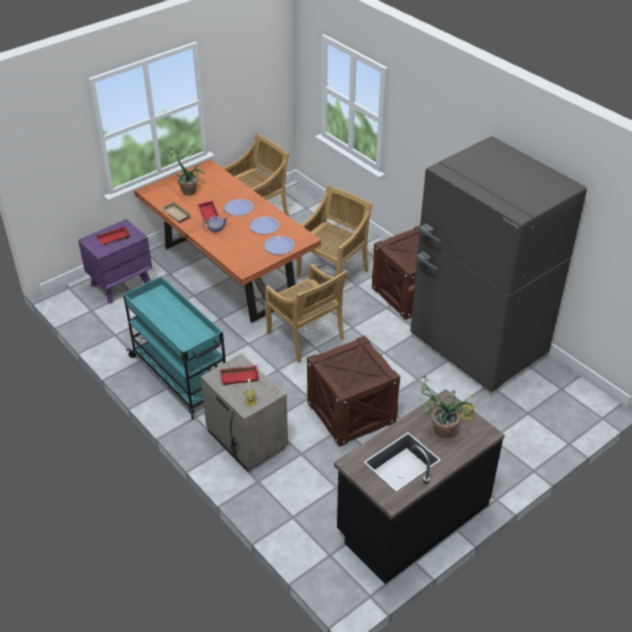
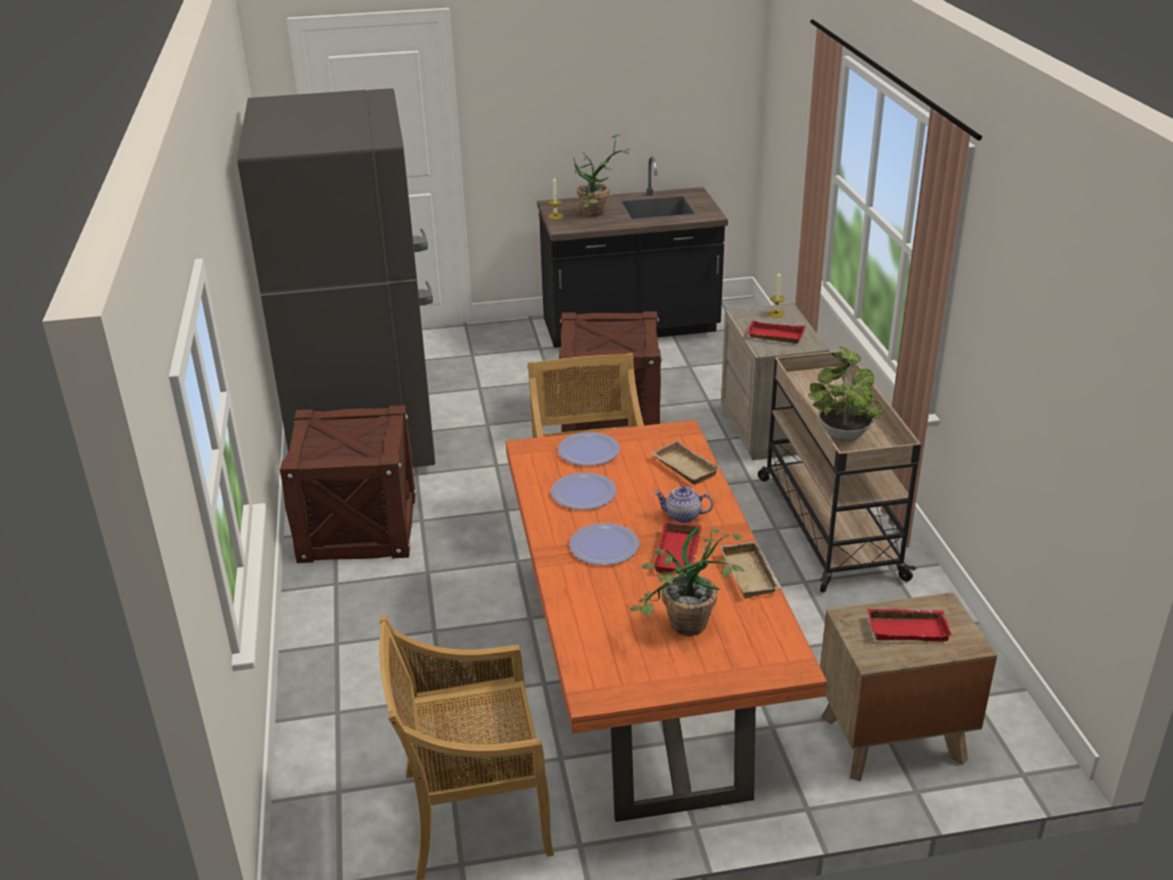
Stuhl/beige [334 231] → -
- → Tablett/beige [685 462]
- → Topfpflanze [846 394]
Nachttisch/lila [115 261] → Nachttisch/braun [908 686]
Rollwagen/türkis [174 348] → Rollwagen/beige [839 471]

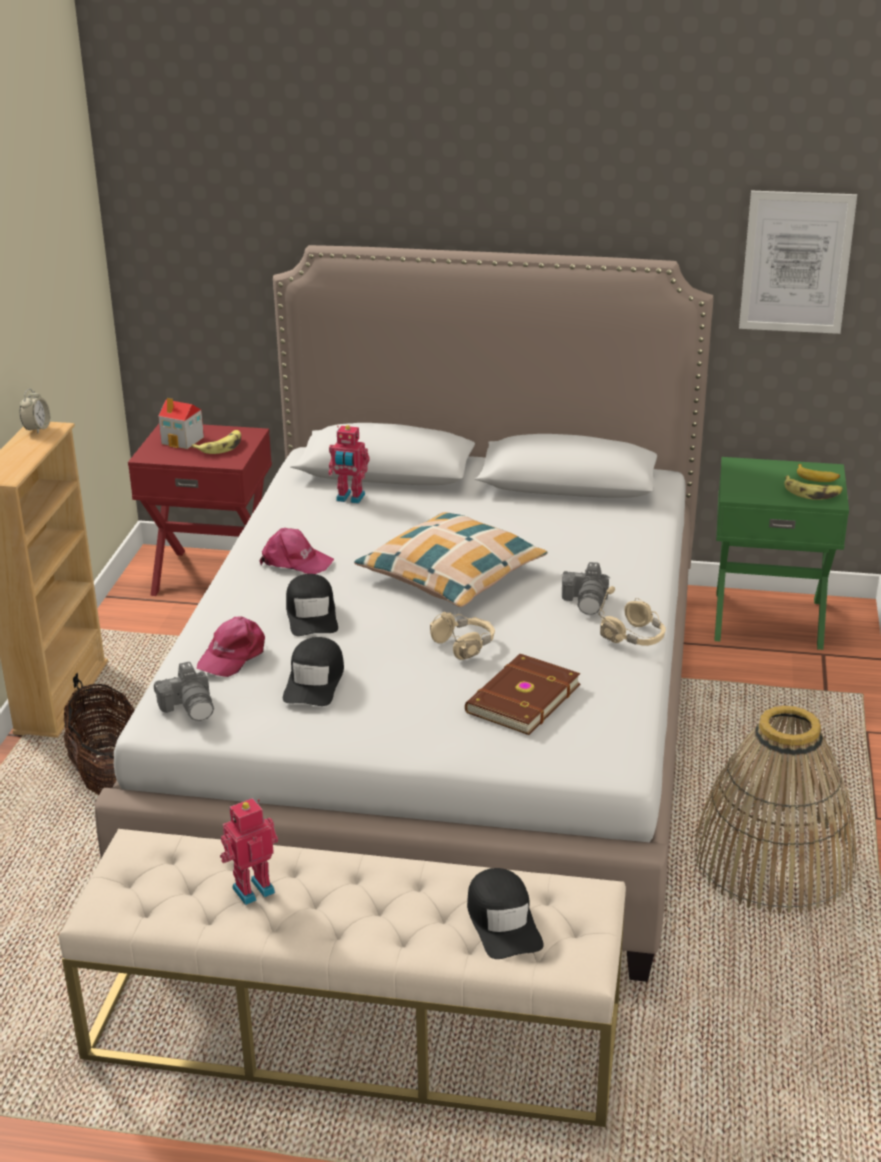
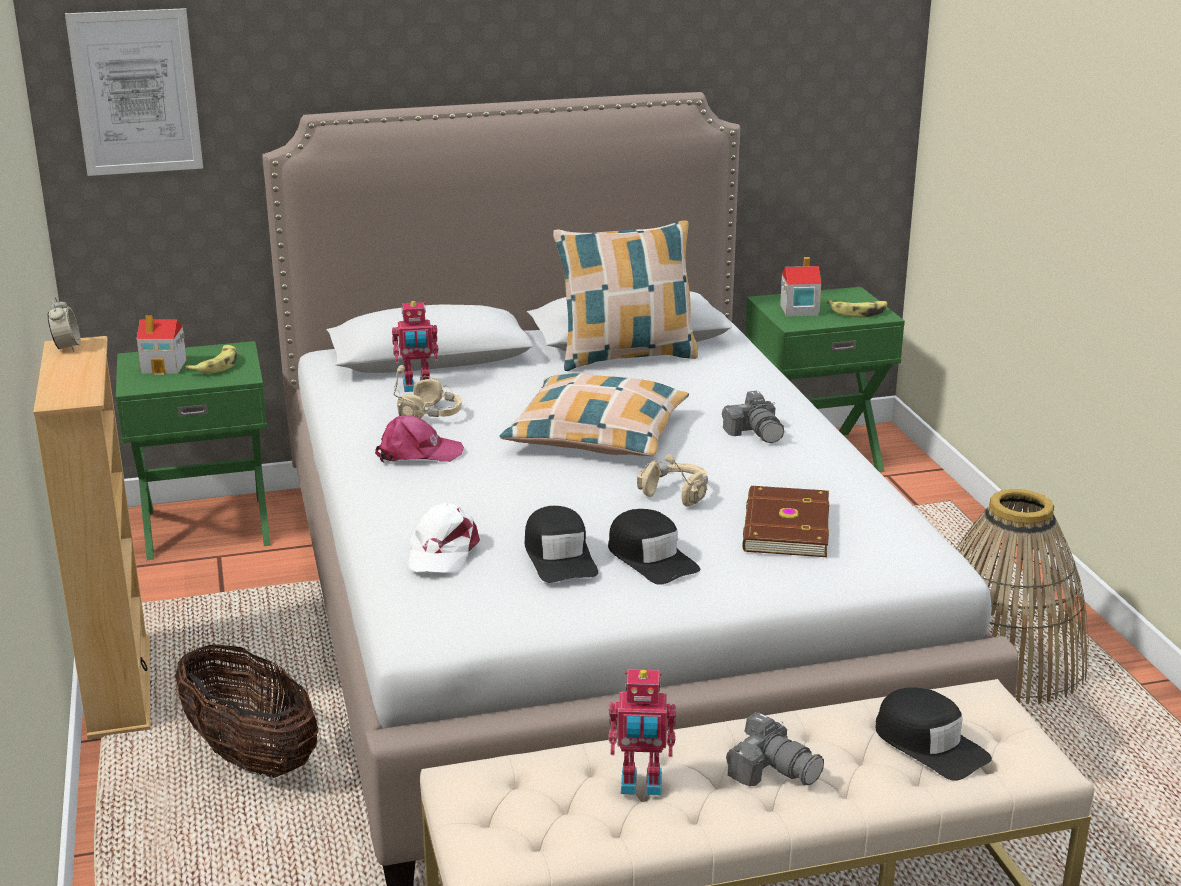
Banane [818 473] → -
- → Kissen [625 295]
- → Spielzeughaus [800 286]
Kamera [184 691] → Kamera [775 749], relocated
Kappe/schwarz [312 605] → Kappe/schwarz [654 547], relocated
Kopfhörer/beige [632 616] → Kopfhörer/beige [428 392], relocated
Bild [798 262] → Bild [134 92], relocated
Nachttisch/rot [200 510] → Nachttisch/grün [193 450]
Kappe/rosa [231 646] → Kappe/weiß [444 538]
Spielzeugroboter [249 851] → Spielzeugroboter [642 732], 120 degrees counterclockwise

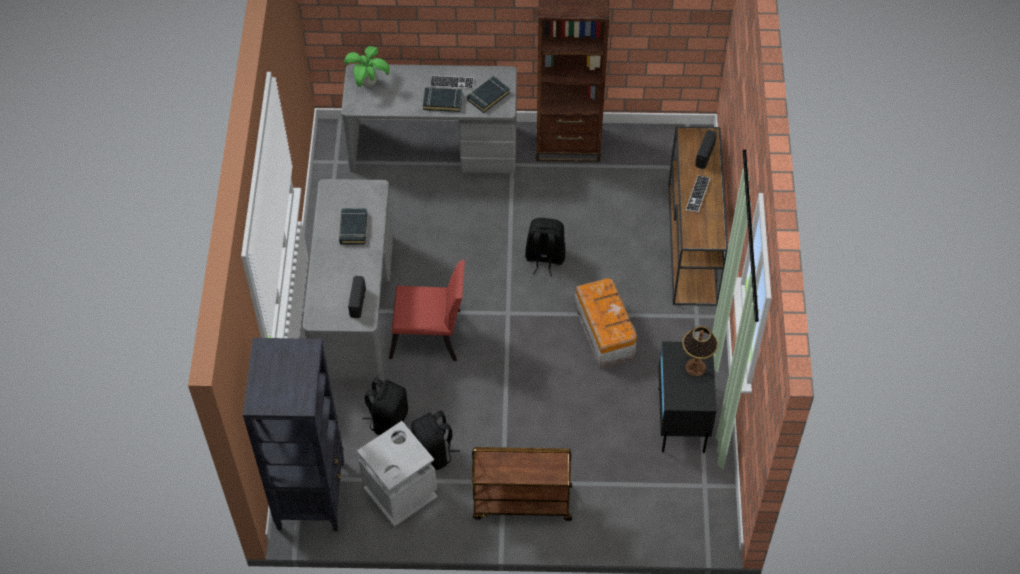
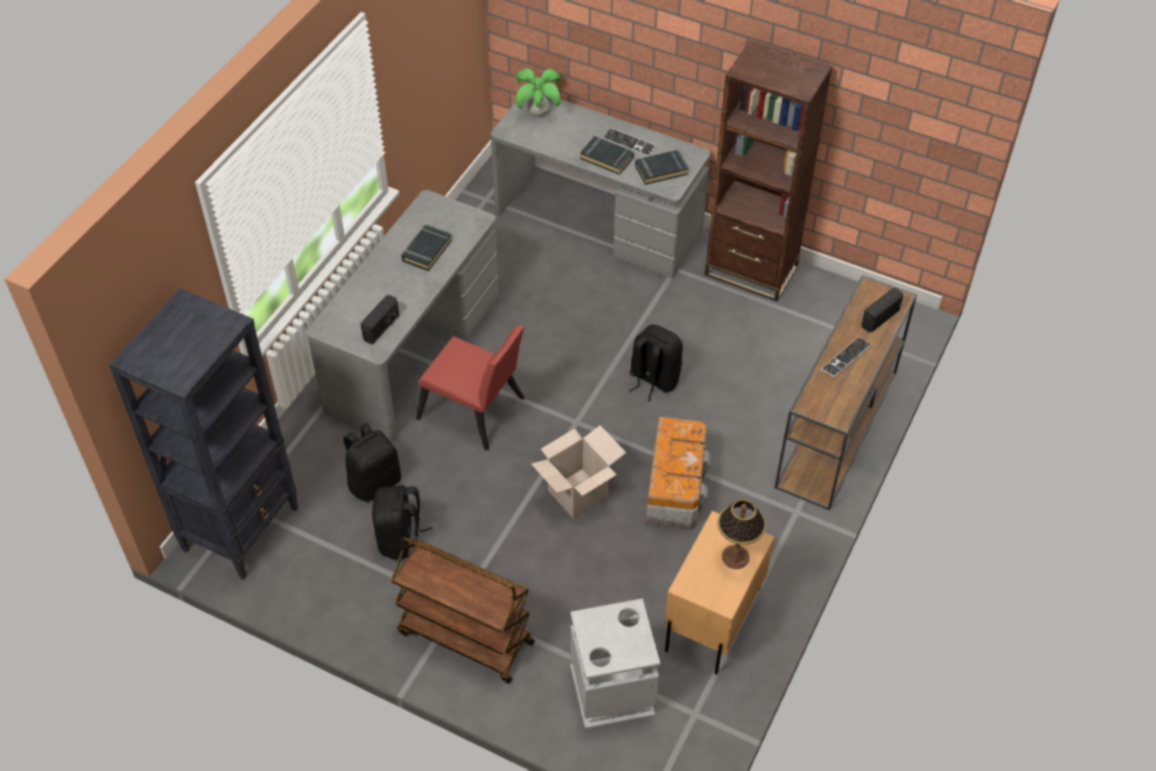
- → Karton [578 471]
Mülleimer/grau [397 474] → Mülleimer/grau [615 664], relocated
Nachttisch/schwarz [687 397] → Nachttisch/beige [719 592]

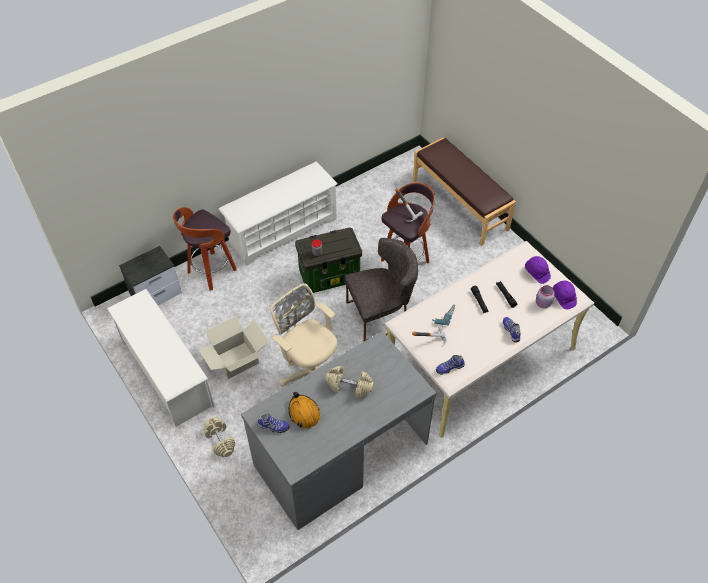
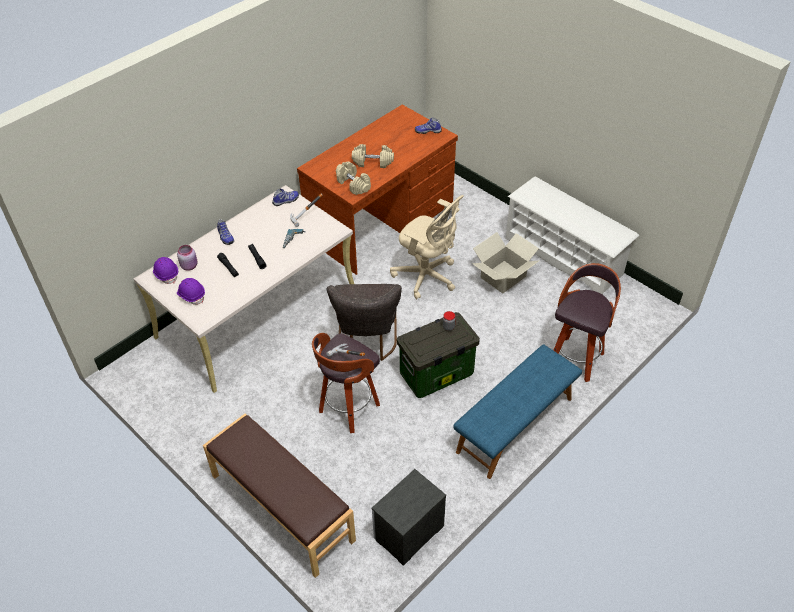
Schutzhelm/orange [304 409] → -
Nachttisch [150 275] → Nachttisch [408 517], relocated
Hantel/beige [219 437] → Hantel/beige [353 178], relocated
Schuhregal/weiß [278 214] → Bank/blau [517 412]
Schreibtisch/grau [338 430] → Schreibtisch/braun [377 190]
Stuhl/grau [381 289] → Stuhl/grau [364 322], 60 degrees counterclockwise

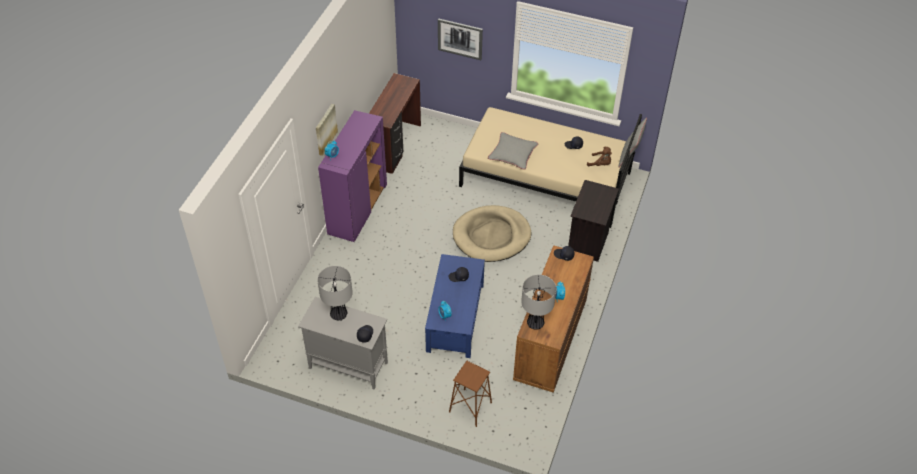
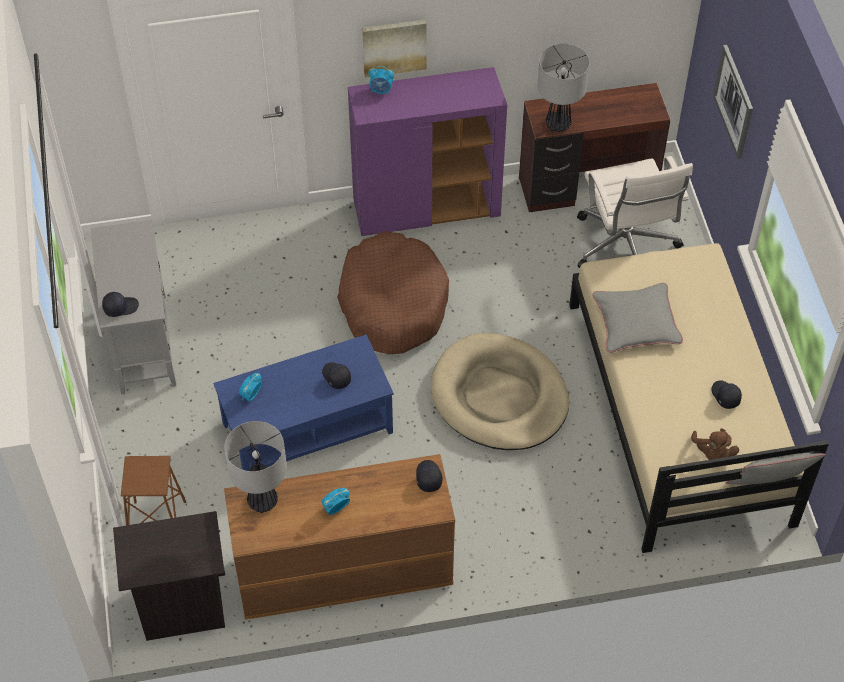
- → Hundebett/braun [393 292]
- → Bürostuhl/weiß [635 212]
Tischlampe [335 293] → Tischlampe [563 87], relocated
Nachttisch/schwarz [593 221] → Nachttisch/schwarz [169 576], relocated

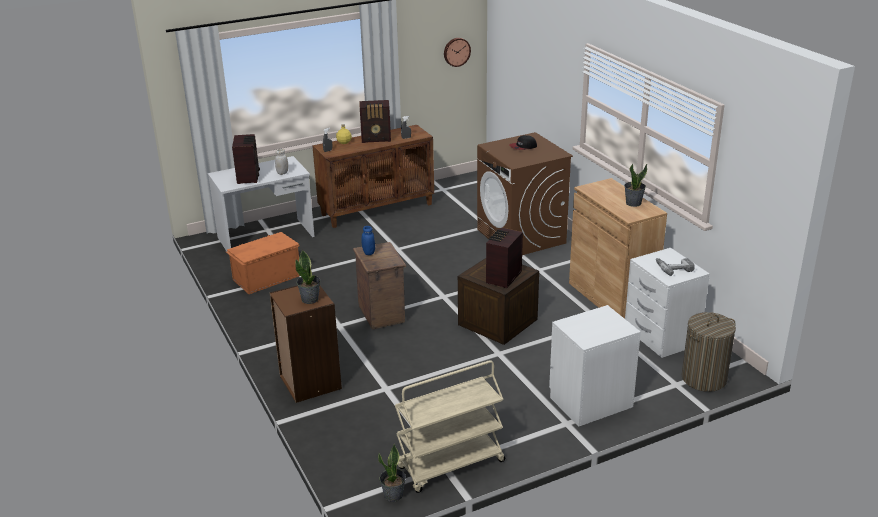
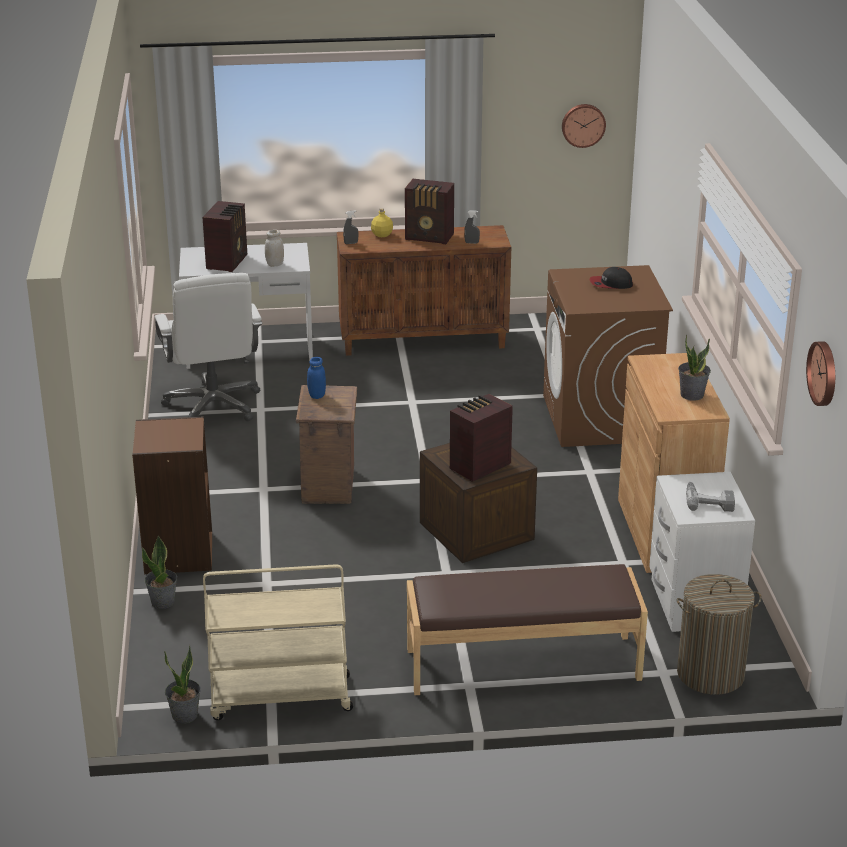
- → Wanduhr [820 373]
Topfpflanze [307 276] → Topfpflanze [159 572], relocated
Aufbewahrungsbox/orange [263 263] → Bürostuhl/weiß [208 347]
Nachttisch/weiß [595 366] → Bank/braun [527 629]

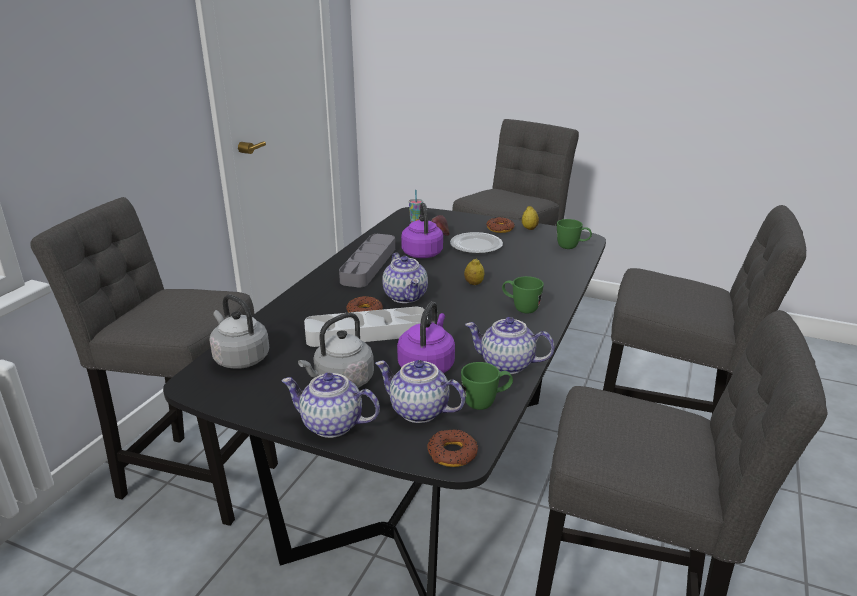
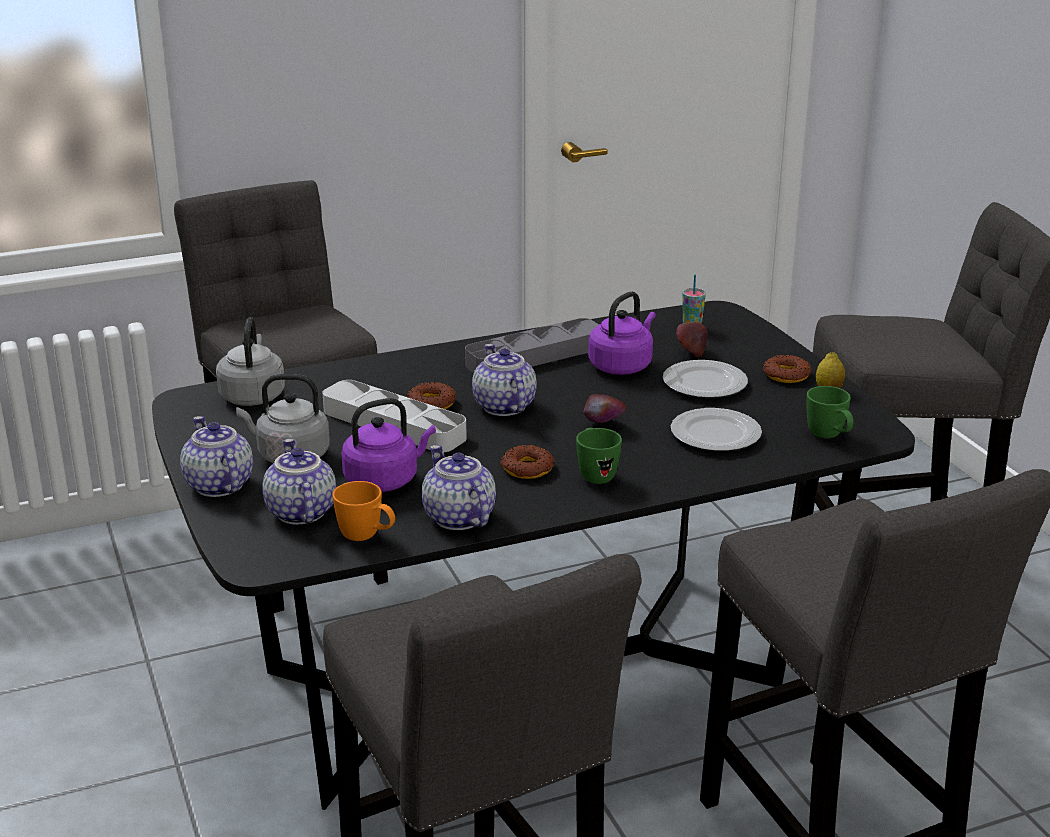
- → Teller [716 429]
Donut [453 448] → Donut [527 462], relocated
Zitrone [474 271] → Apfel [604 408]
Henkelbecher/grün [487 386] → Henkelbecher/orange [364 511]
Teekanne [405 278] → Teekanne [504 380], 135 degrees clockwise

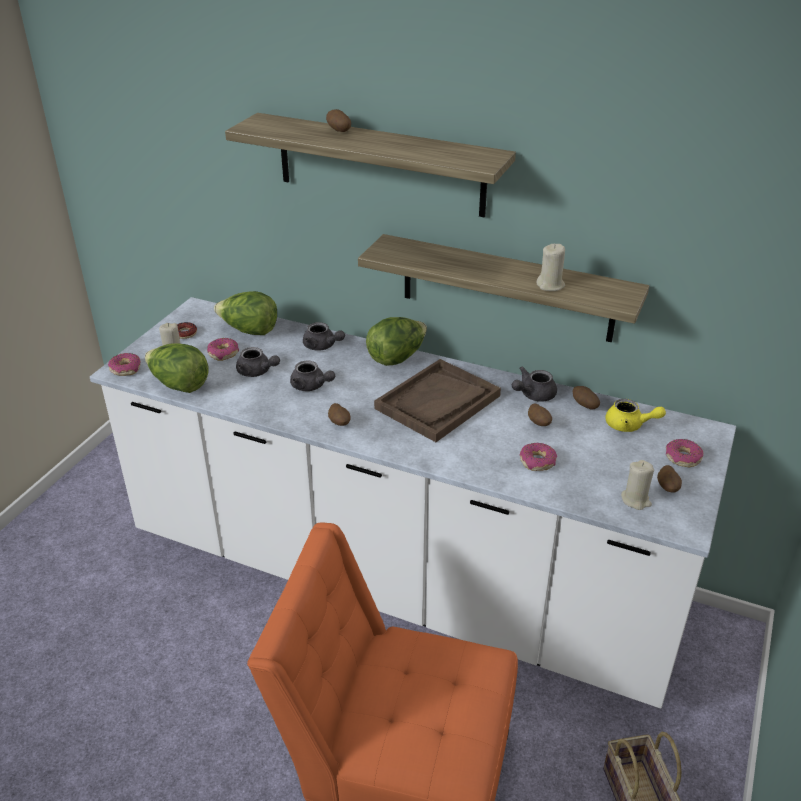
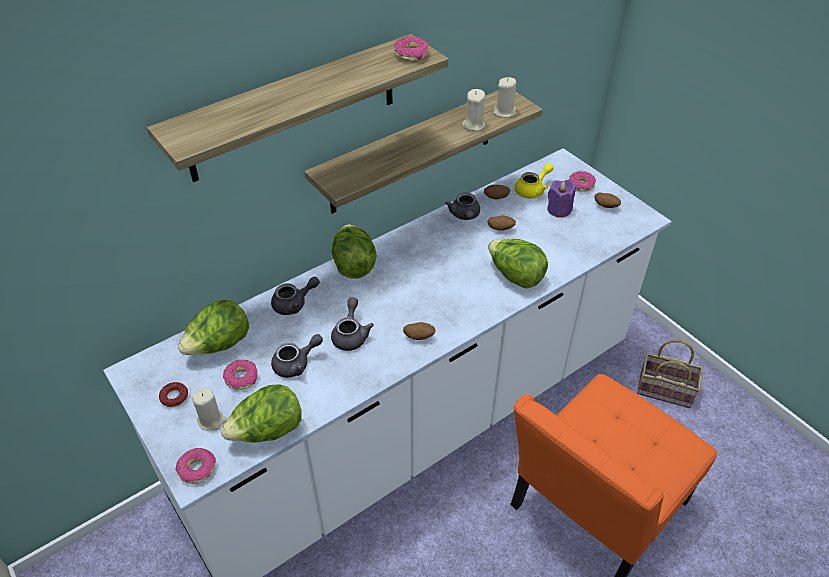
Kartoffel [338 120] → -
Tablett/braun [437 400] → -
- → Salatkopf [518 263]
- → Kerze/lila [561 198]
Donut [538 456] → Donut [411 49], relocated
Kerze/beige [637 485] → Kerze/beige [505 97], relocated
Teekanne/grau [312 376] → Teekanne/grau [352 324], 60 degrees counterclockwise

